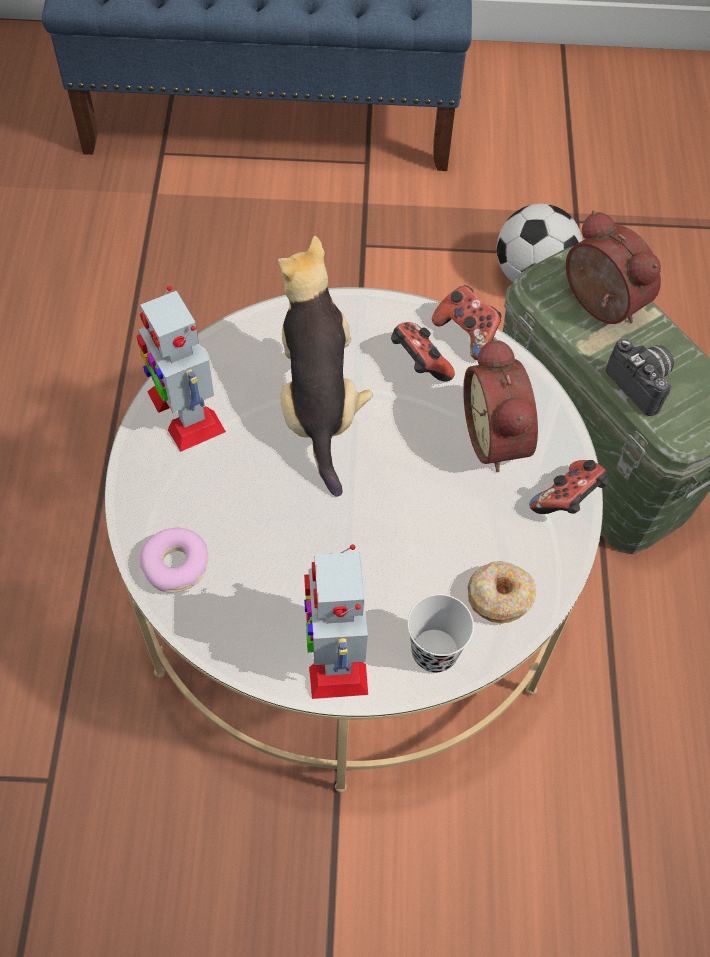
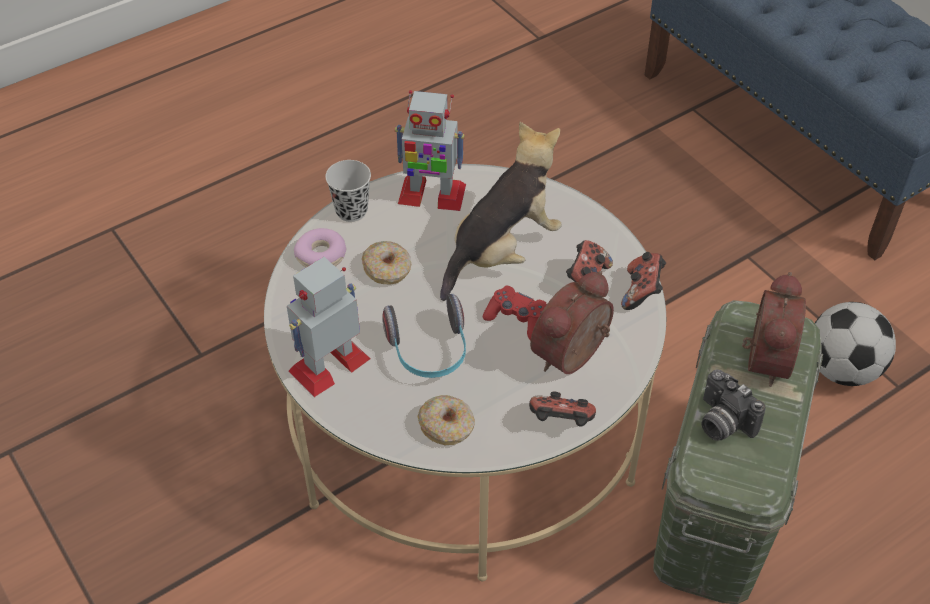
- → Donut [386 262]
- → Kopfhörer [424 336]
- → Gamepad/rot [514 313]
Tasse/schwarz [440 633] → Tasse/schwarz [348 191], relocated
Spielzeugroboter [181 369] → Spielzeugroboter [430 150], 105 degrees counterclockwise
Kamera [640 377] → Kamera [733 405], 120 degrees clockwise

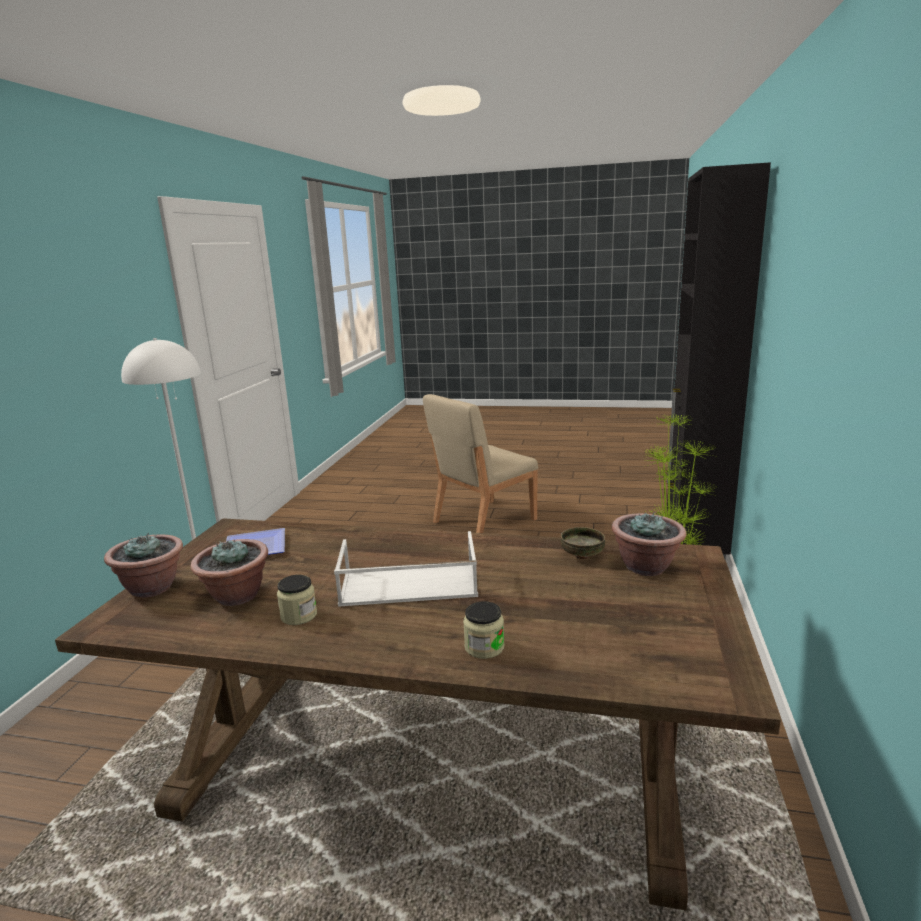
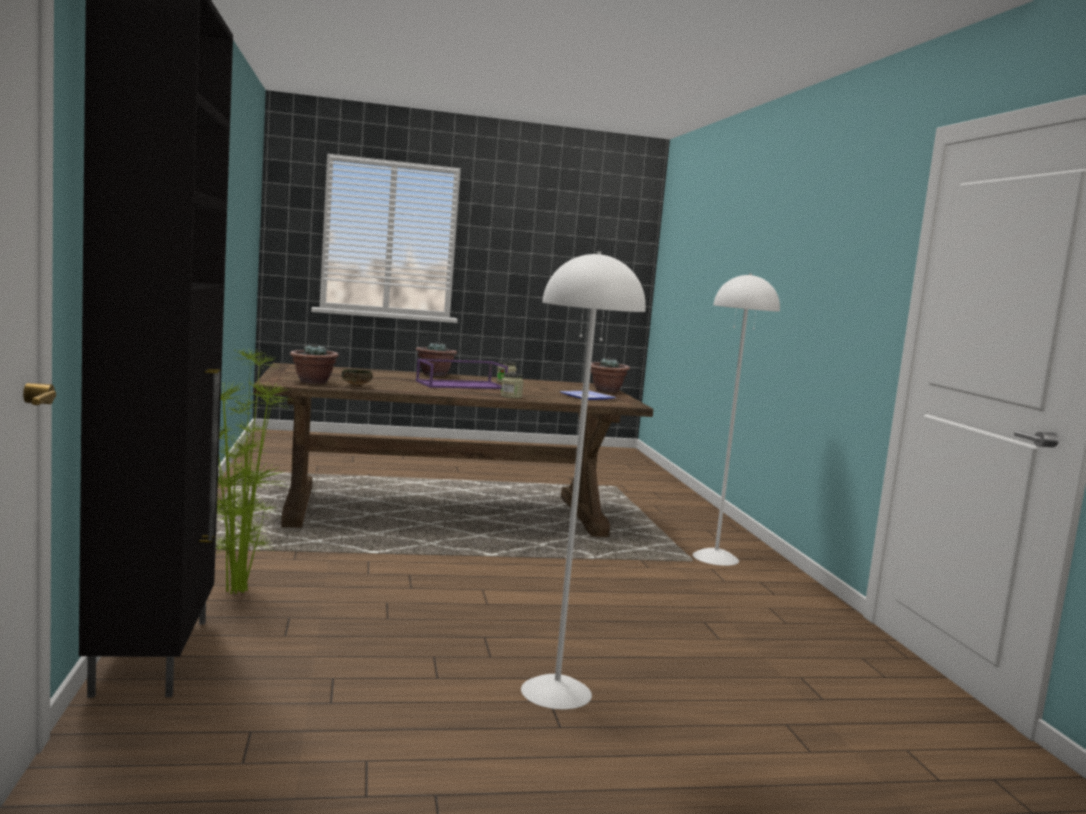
Topfpflanze [229 572] → Topfpflanze [436 358], relocated
Vorratsglas [483 630] → Vorratsglas [512 385], relocated
Stuhl/beige [480 463] → Stehlampe/weiß [583 480]
Tablett/weiß [406 569] → Tablett/lila [462 374]

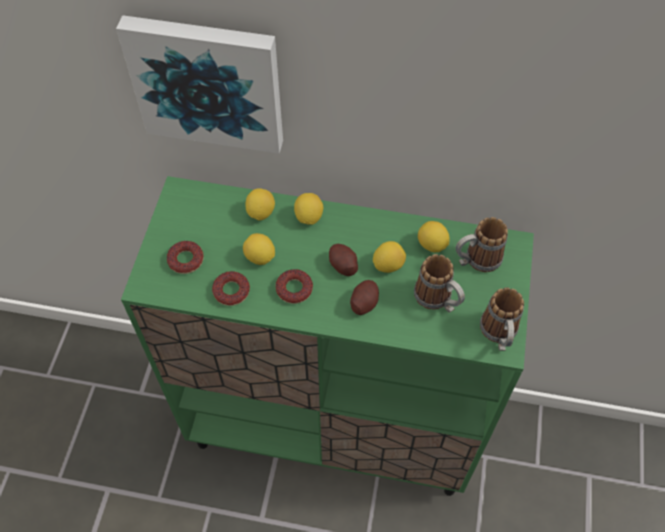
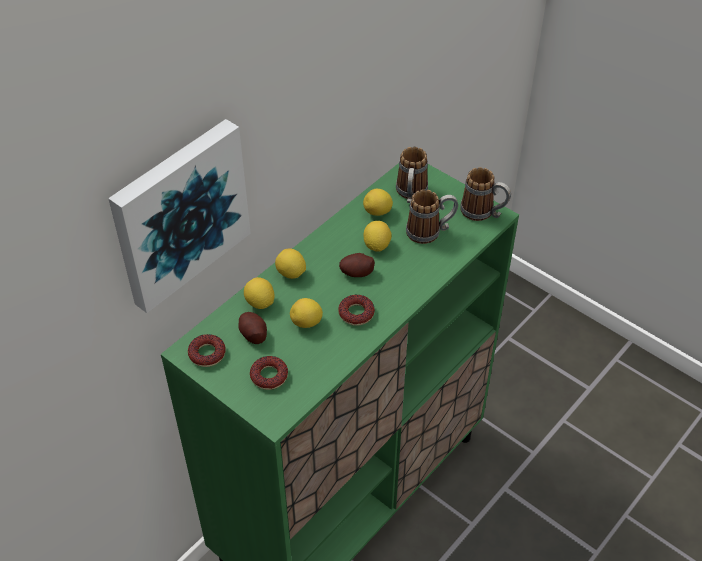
Donut [231 288] → Donut [207 350], relocated
Kartoffel [364 297] → Kartoffel [253 328], relocated

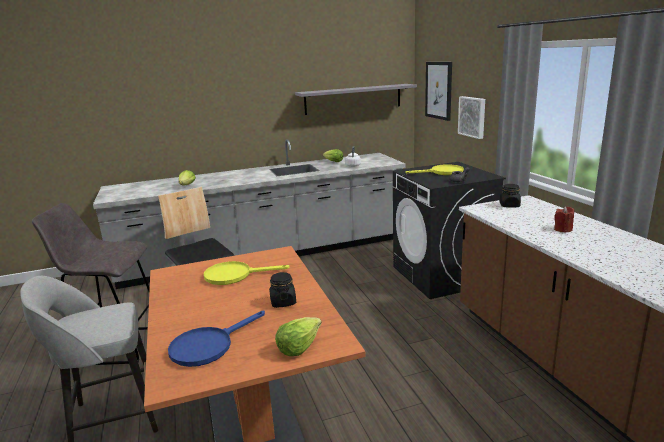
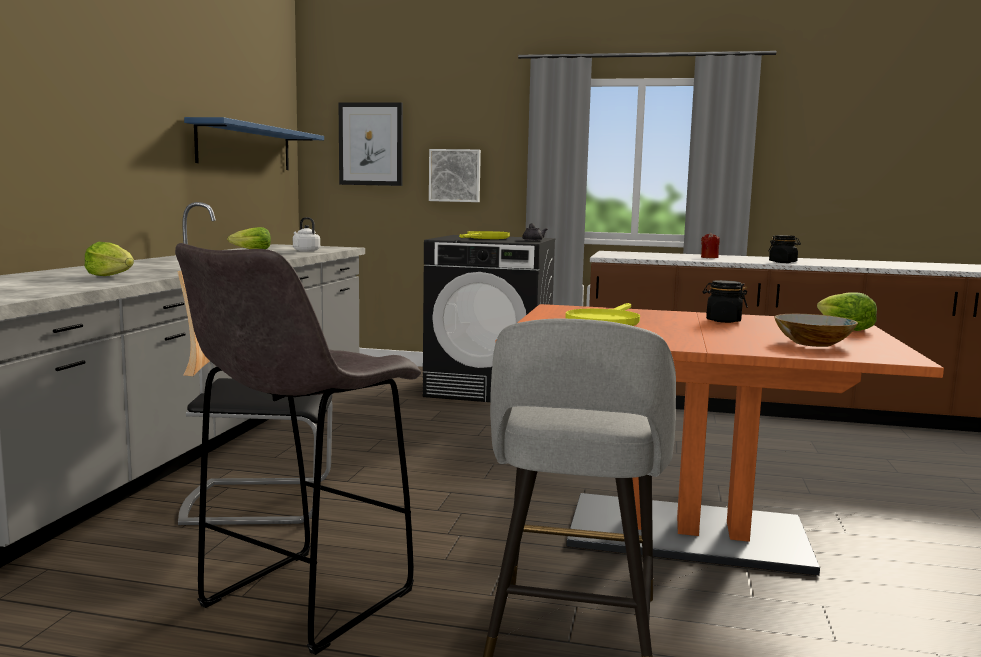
Vorratsglas/schwarz [510 196] → Vorratsglas/schwarz [785 249], relocated
Pfanne/blau [216 339] → Schüssel [816 330]
Wandregal/grau [356 99] → Wandregal/blau [254 143]

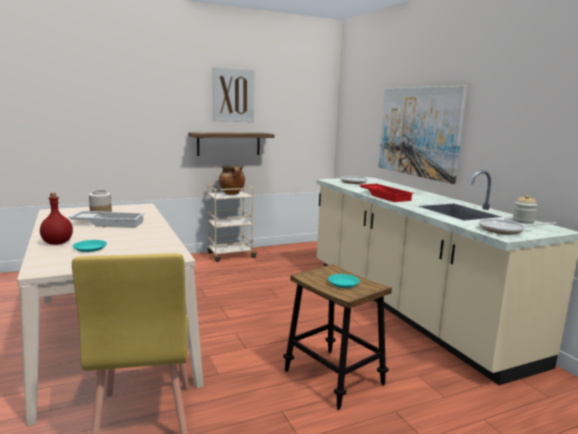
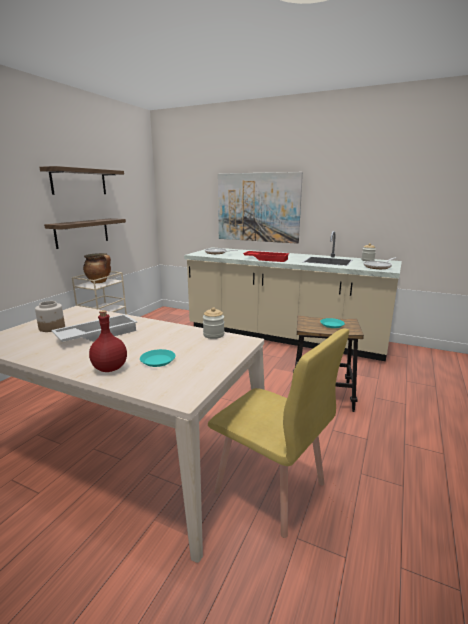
- → Vorratsglas [213 323]
Bild [233 94] → Wandregal [82 180]

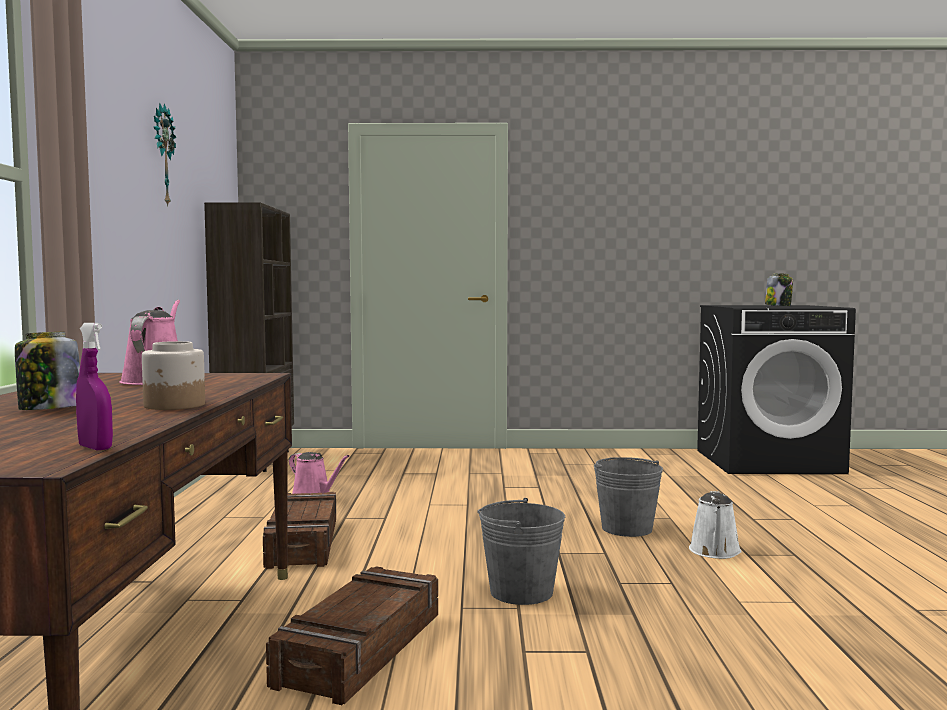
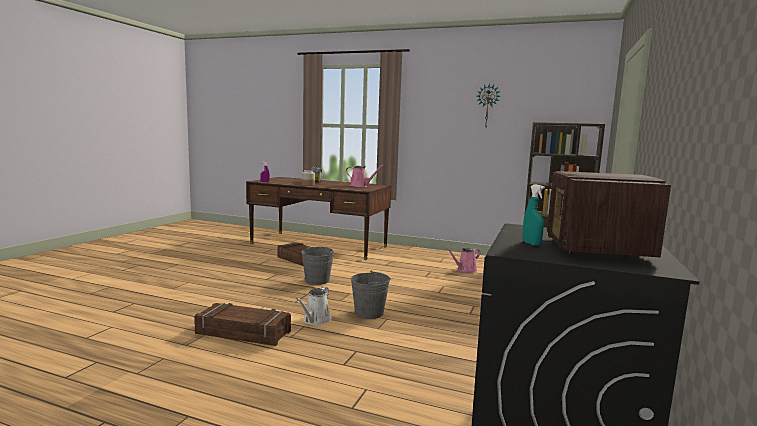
- → Sprühflasche/türkis [533 215]
Kiste [299 530] → Kiste [242 324], relocated
Vorratsglas [779 289] → Radio [609 214]
Gießkanne/weiß [715 525] → Gießkanne/weiß [313 306], 105 degrees counterclockwise

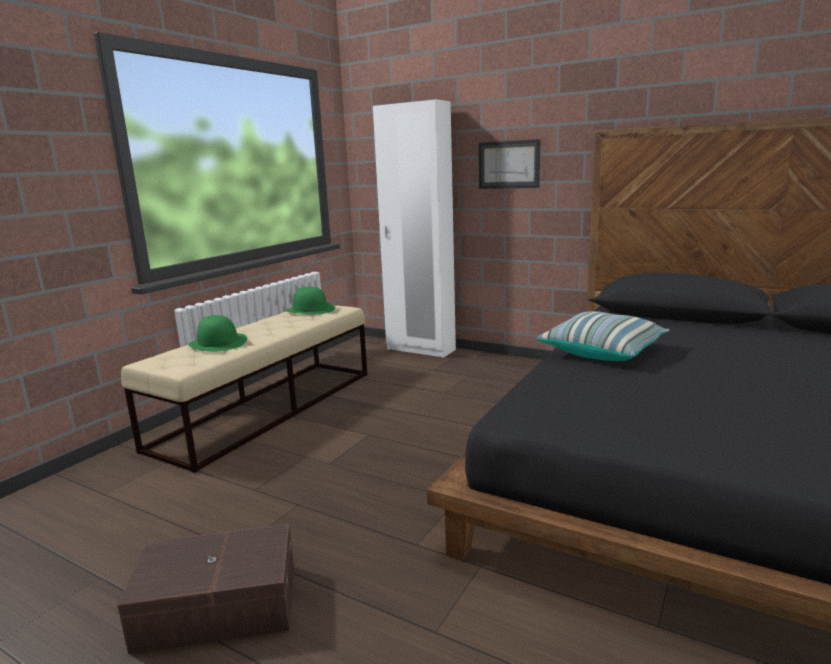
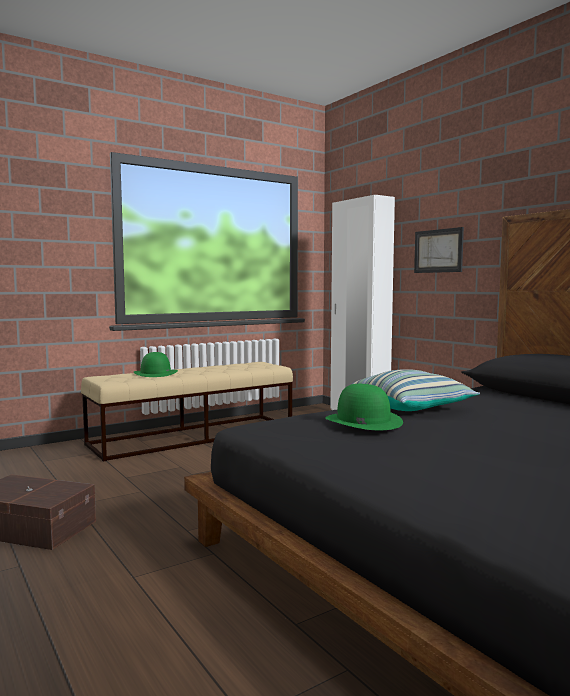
Hut/grün [310 300] → Hut/grün [364 407], relocated

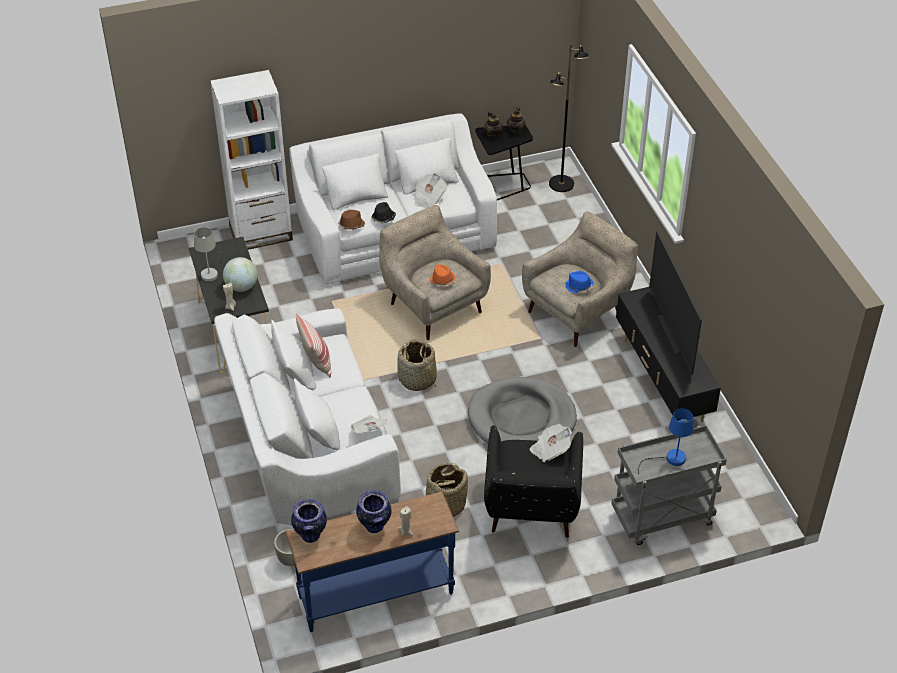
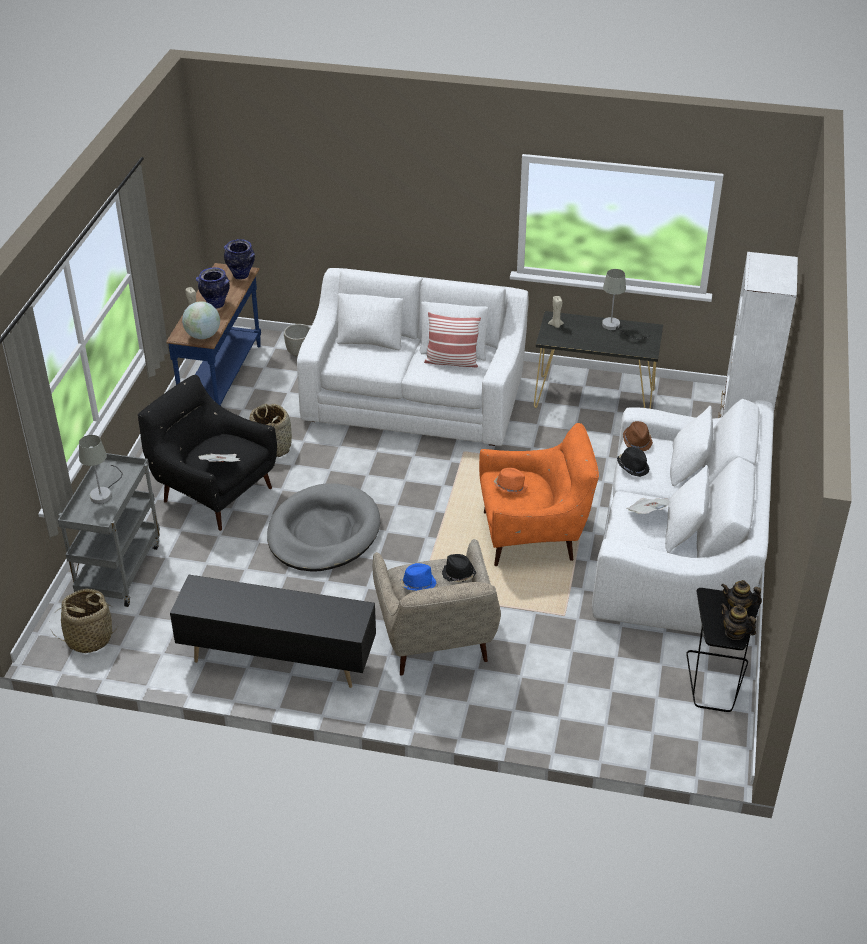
Zeitung [369 424] → -
Stehlampe/schwarz [569 117] → -
Fernseher [675 303] → -
- → Hut/schwarz [459 568]
Globus [240 274] → Globus [201 320], relocated
Korb [417 365] → Korb [84 620], relocated
Sessel/beige [435 272] → Sessel/orange [539 494]
Tischlampe/blau [666 441] → Tischlampe/grau [101 469]

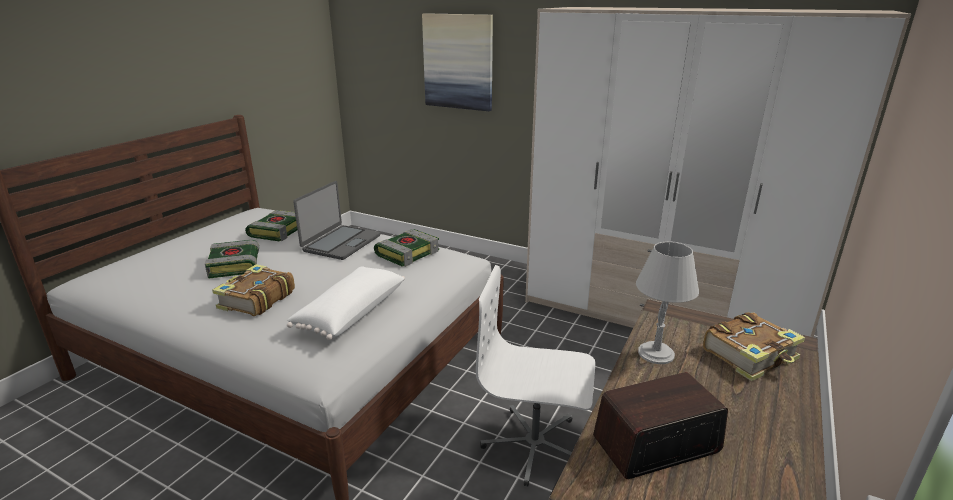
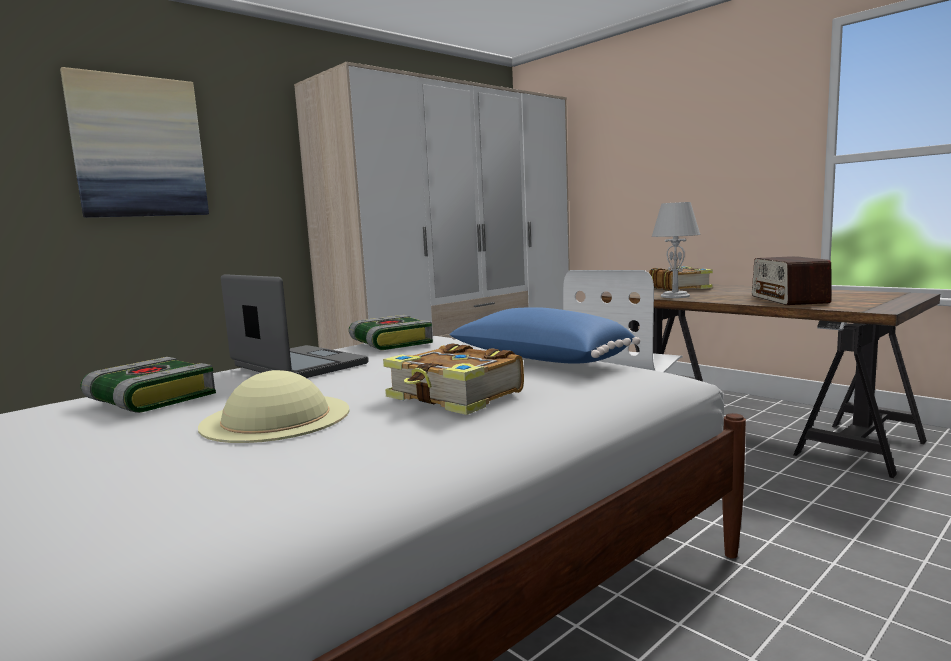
Buch [232 259] → Hut/beige [273 406]
Kissen/weiß [346 303] → Kissen/blau [544 335]

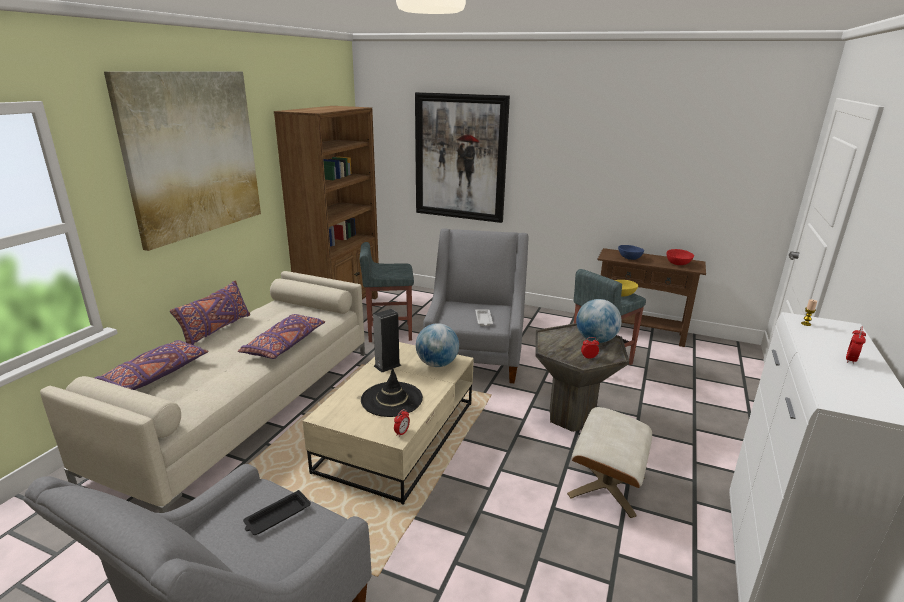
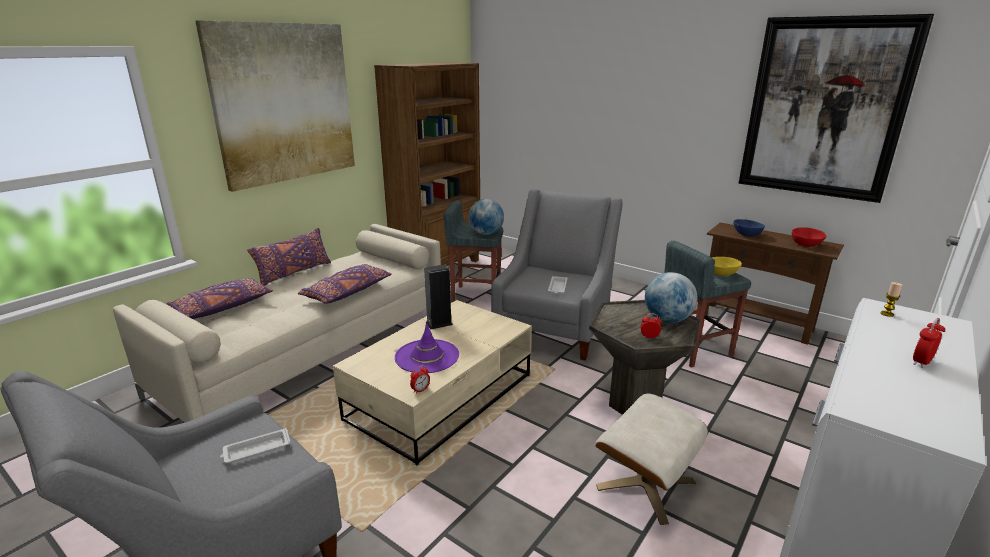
Bild [462 157] → Bild [836 108], relocated
Globus [437 345] → Globus [486 217], relocated
Tablett/schwarz [277 512] → Tablett/weiß [255 445]
Hut/schwarz [392 392] → Hut/lila [427 348]

